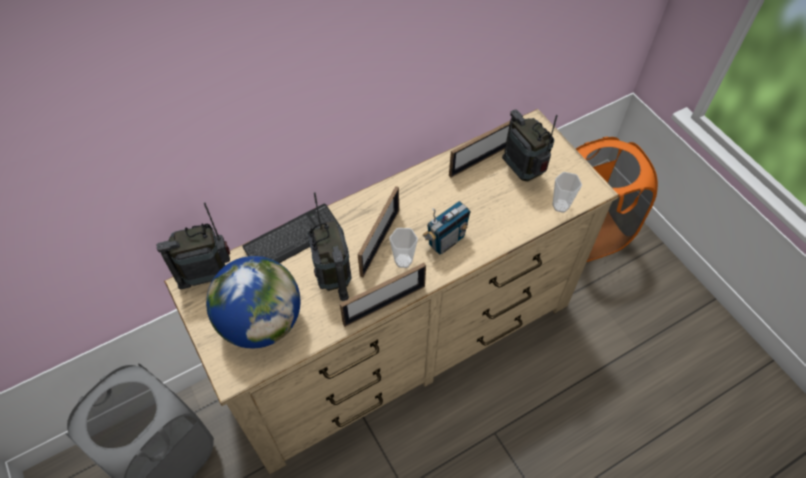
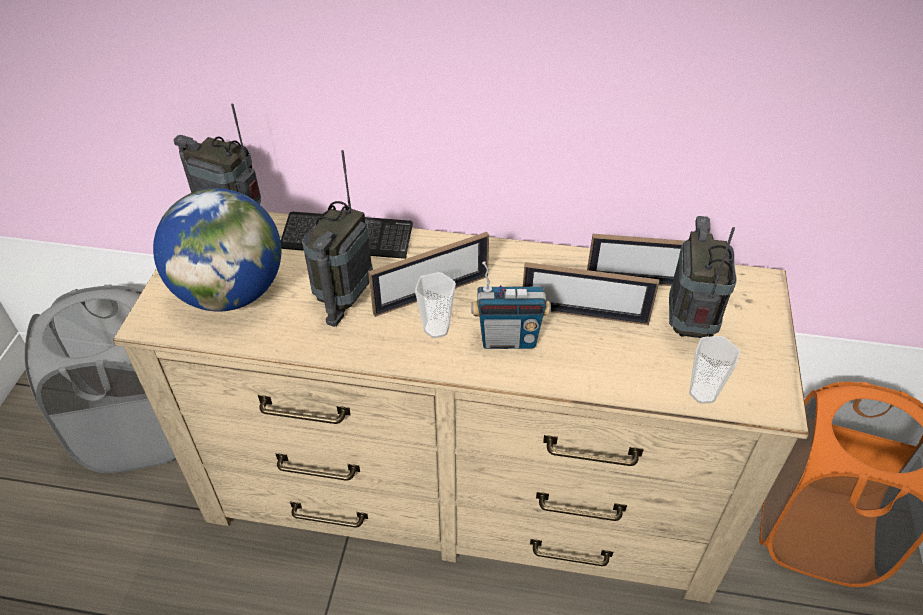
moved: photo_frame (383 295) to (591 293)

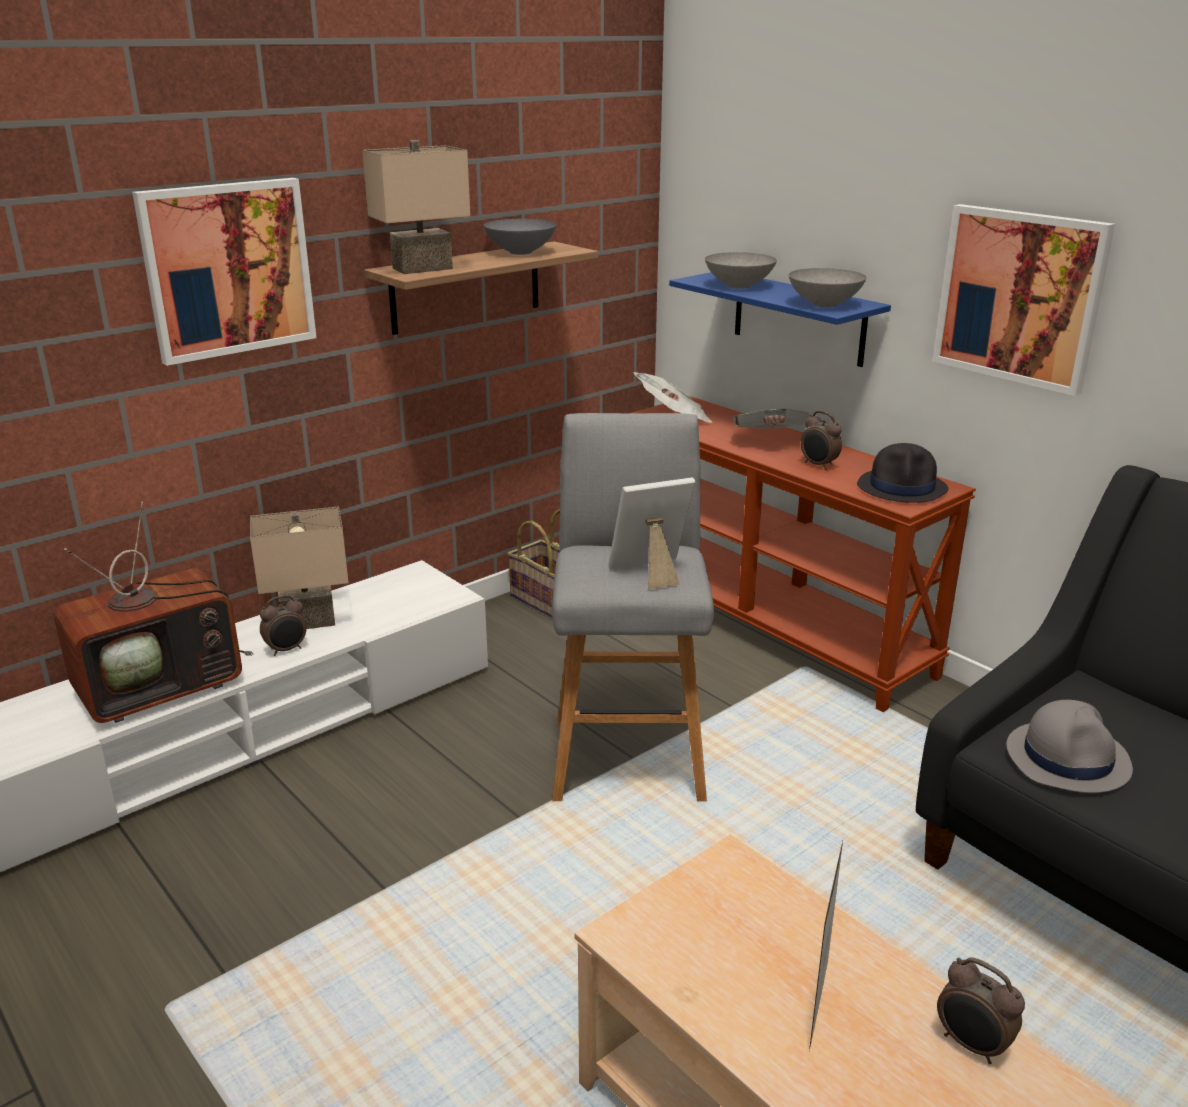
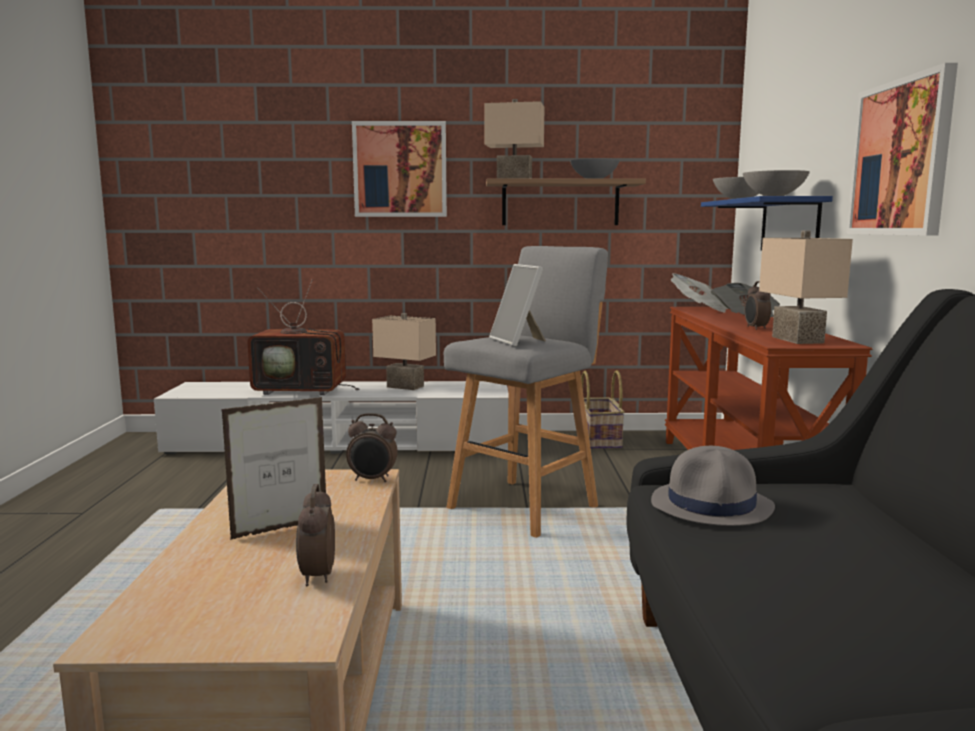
moved: table_clock (283 625) to (372 447)
replaced: black_hat (903 473) to beige_lamp_for_a_table (806 287)
turned: photo_frame (651 534) = (517 305) 135 degrees counterclockwise

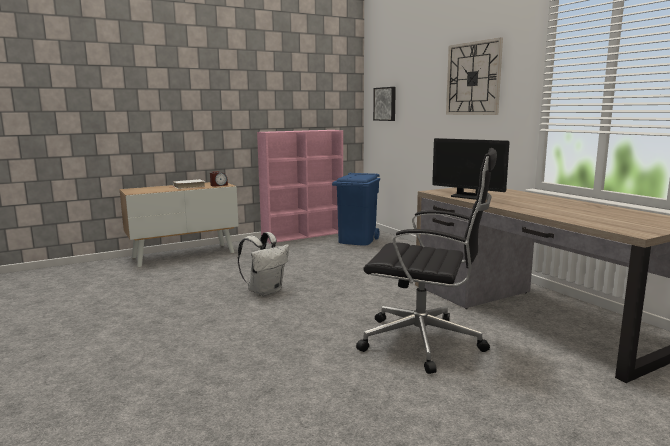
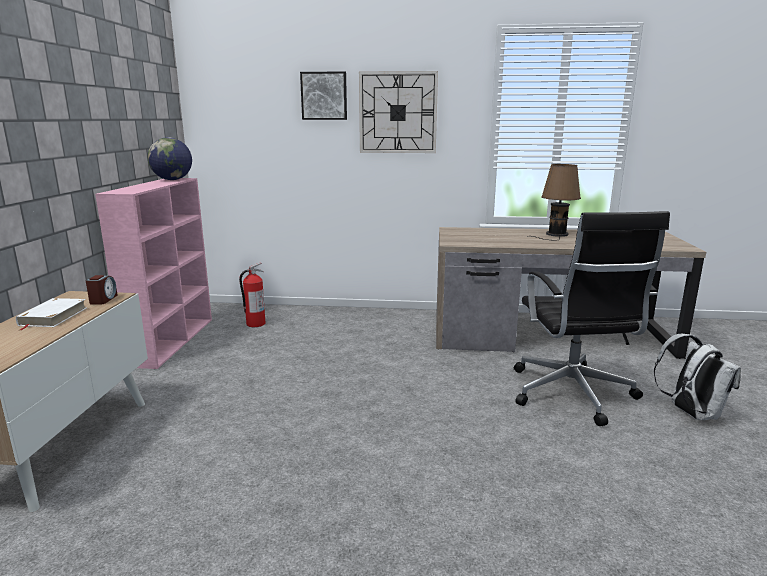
removed: computer_screen (471 169)
added: desk_globe (170 158); brown_lamp_for_a_table (554 202)
moved: wall_picture (384 104) to (323 95); whitish_rucksack (263 264) to (697 377)
replaced: blue_trash_can (356 209) to extinguisher (252 294)
turned: black_computer_chair (426 261) = (592 318) 120 degrees clockwise

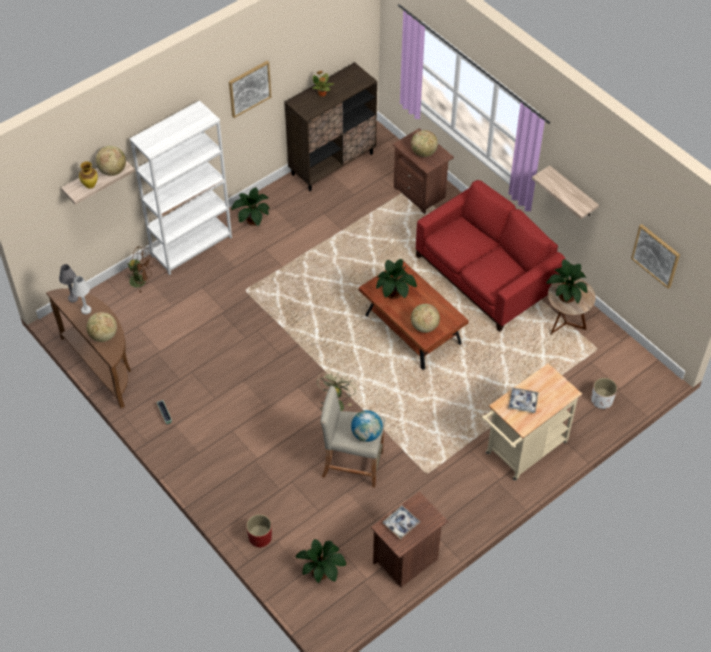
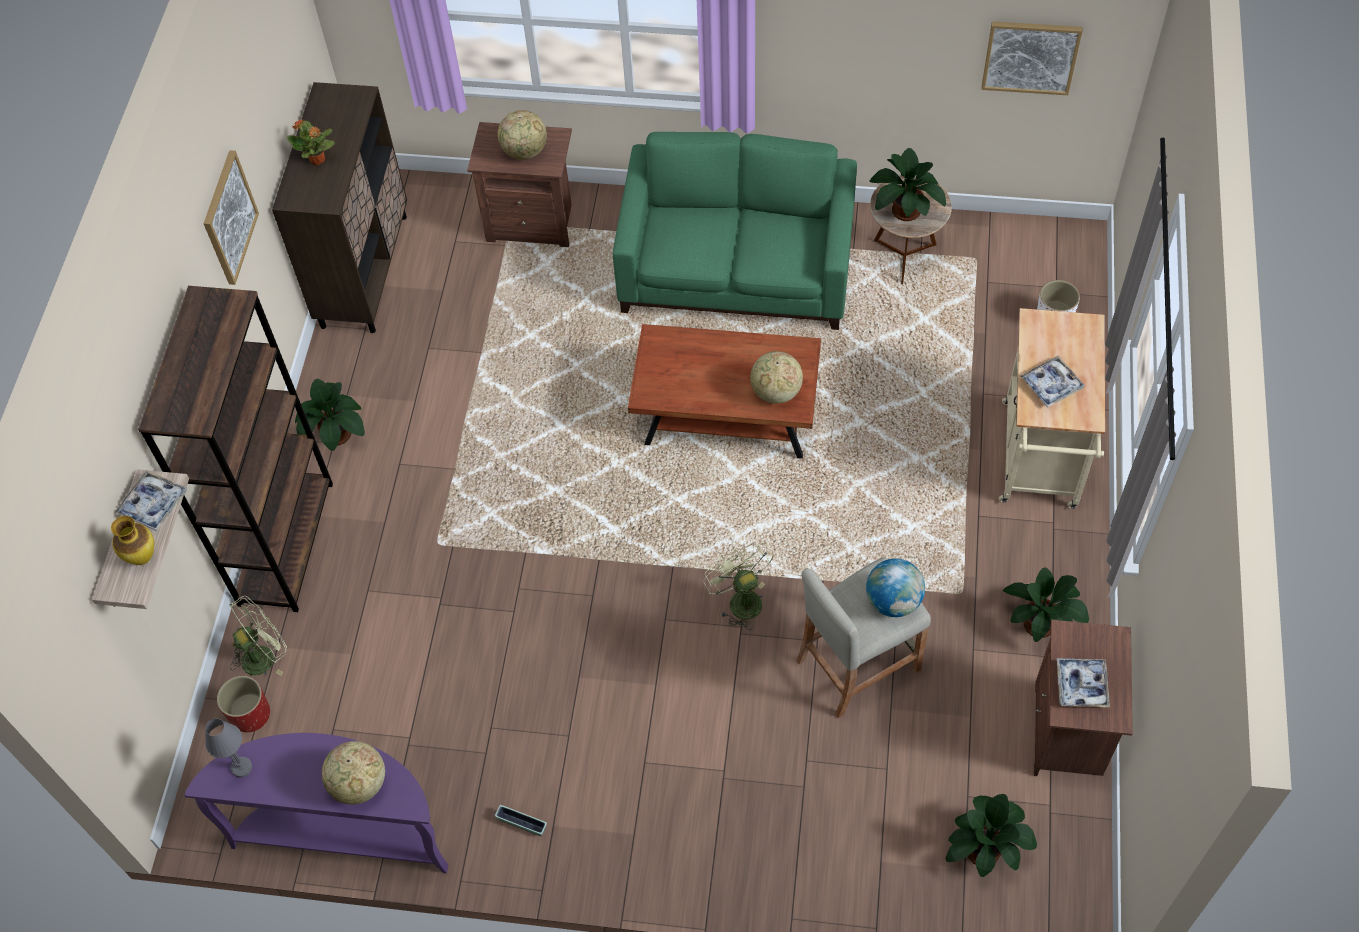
removed: whitish_lamp_for_a_table (81 295); wall_shelf (565 192)
moved: reddish_planter (259 531) to (243 704); houseplant (396 279) to (1046 604)
replaced: desk_globe (111 161) to carrying_tray (151 500)
recoloured: whitish_shelving_unit (181 187) to brown_shelving_unit (235 449); brown_console_table (88 348) to purplish_console_table (316 803); brown_cooling_fan (139 269) to green-coloured_cooling_fan (258 636); reddish_sofa (490 256) to green-coloured_sofa (735 231)

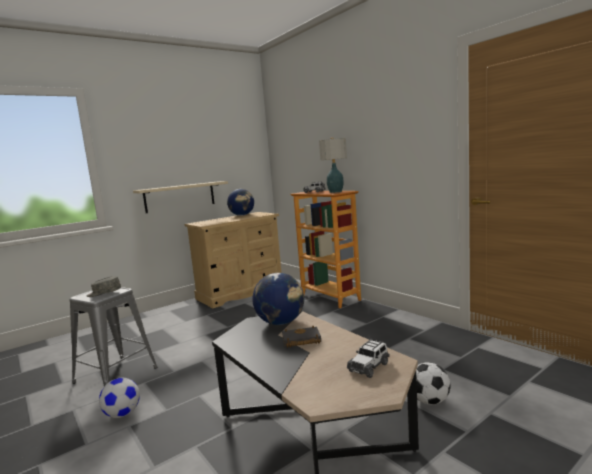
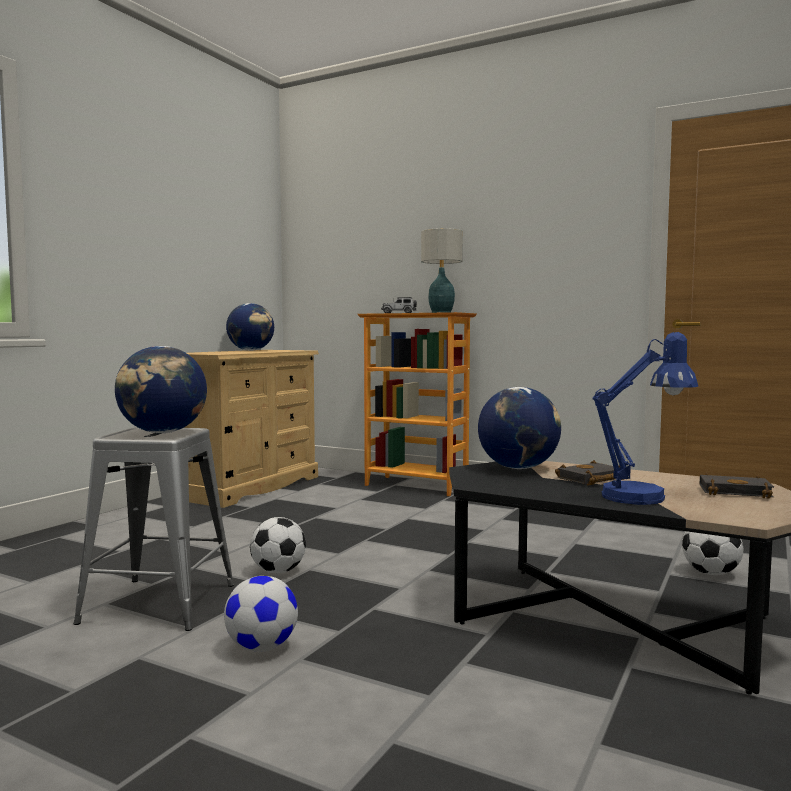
removed: beige_wall_shelf (180 197)
added: ball_for_football (278 545); blue_lamp_for_a_table (645 418)
replaced: grey_cap (104 286) to desk_globe (161 389); miniature_car (368 358) to black_volume (737 485)

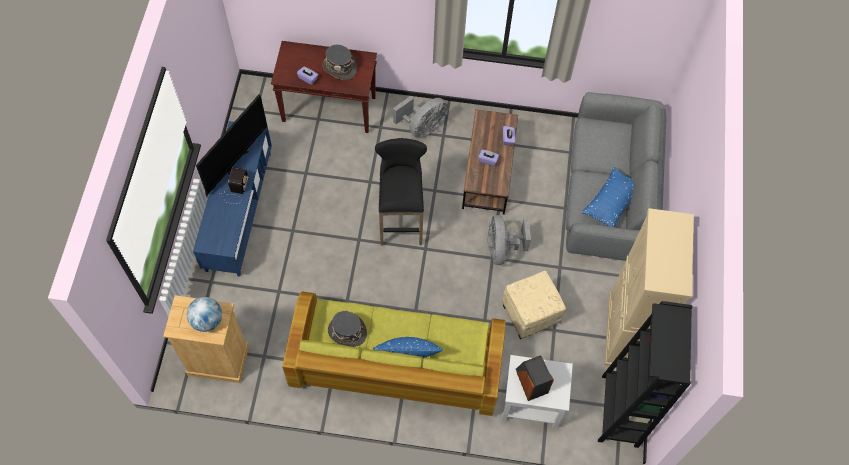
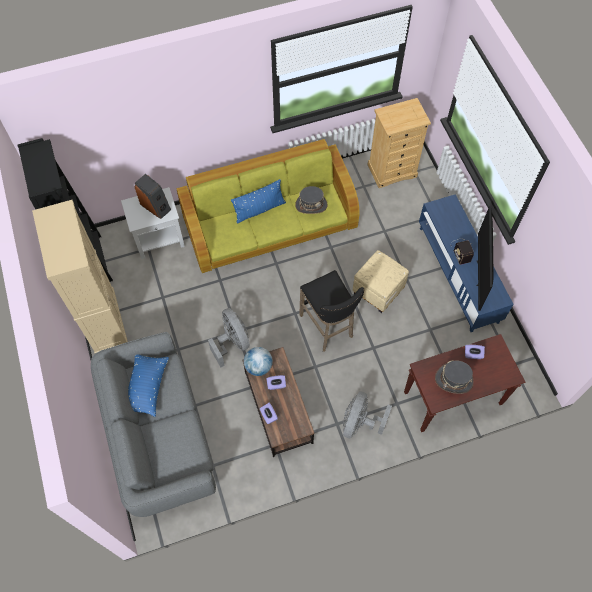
moved: desk_globe (204 314) to (258 361); beige_ottoman (534 305) to (381 281)

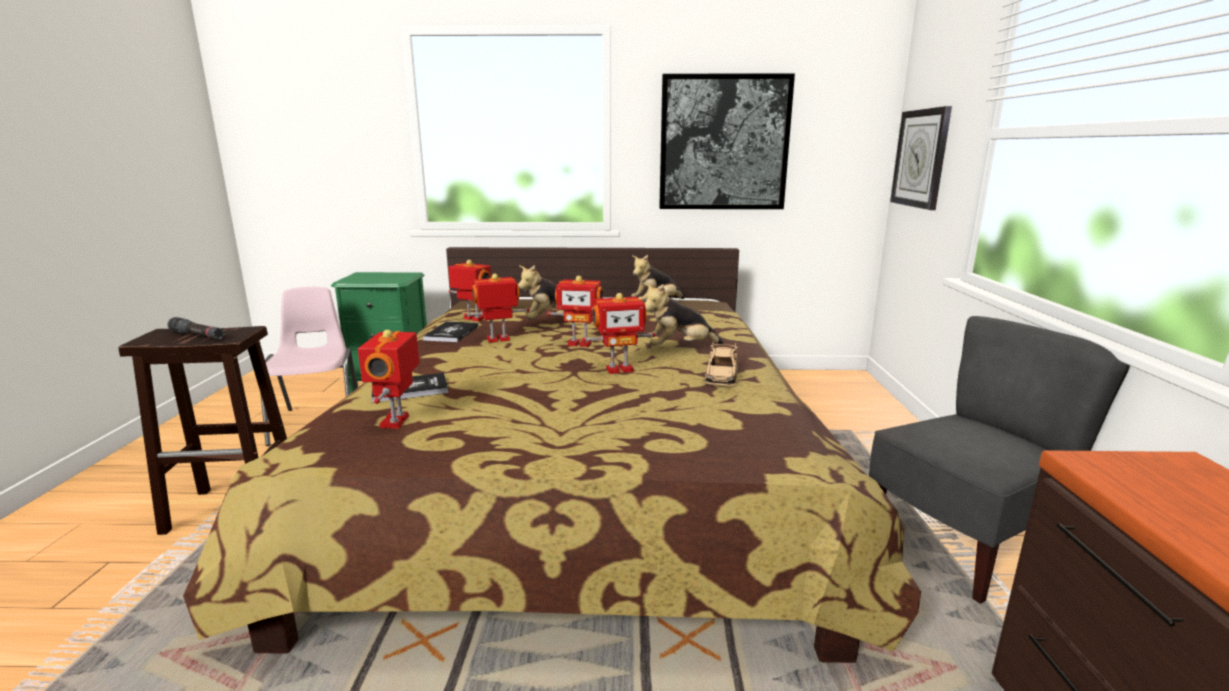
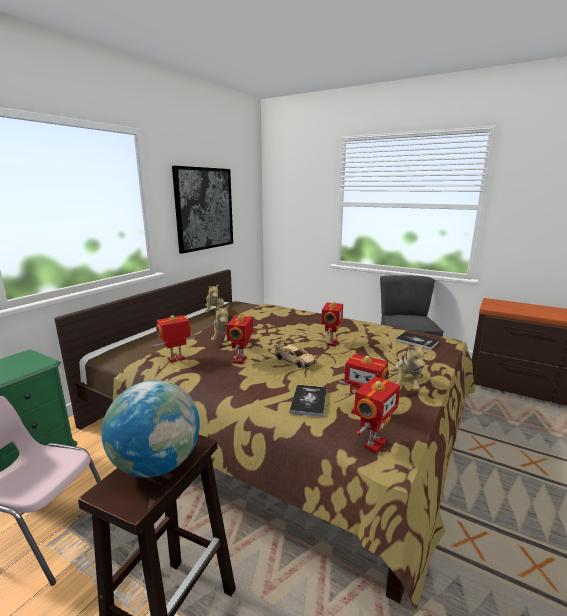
removed: hanging_clock (921 158)
moved: beige_miniature_car (720 363) to (295 354); toy_robot (575 311) to (377 415); cuddly_toy (683 314) to (408 367); volume (451 331) to (417 341)
replaced: black_hand_torch (196 328) to desk_globe (150 429)

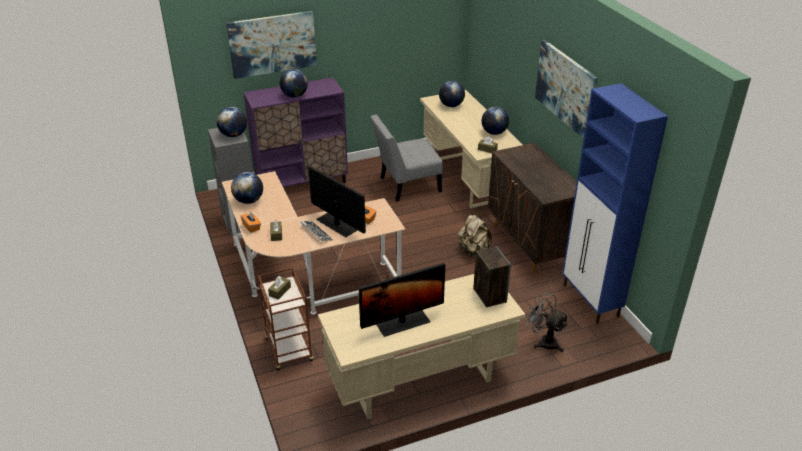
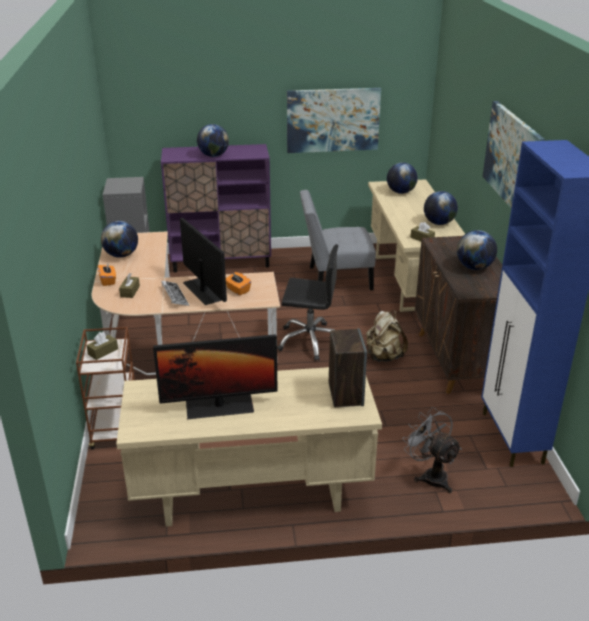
added: black_computer_chair (307 302)
moved: wall_picture (271 45) to (334 120); desk_globe (231 122) to (477 250)

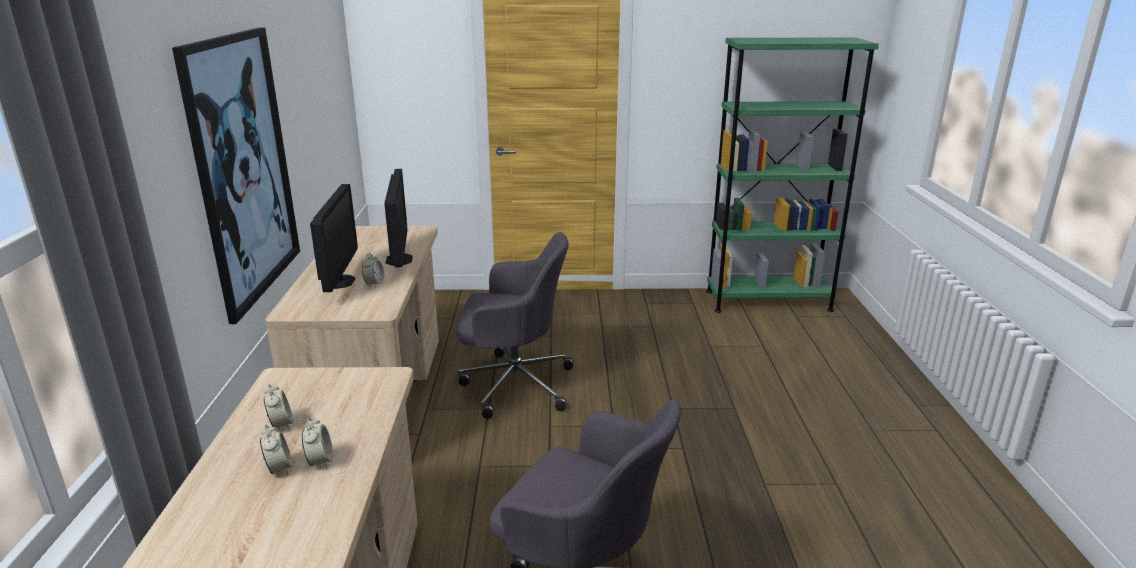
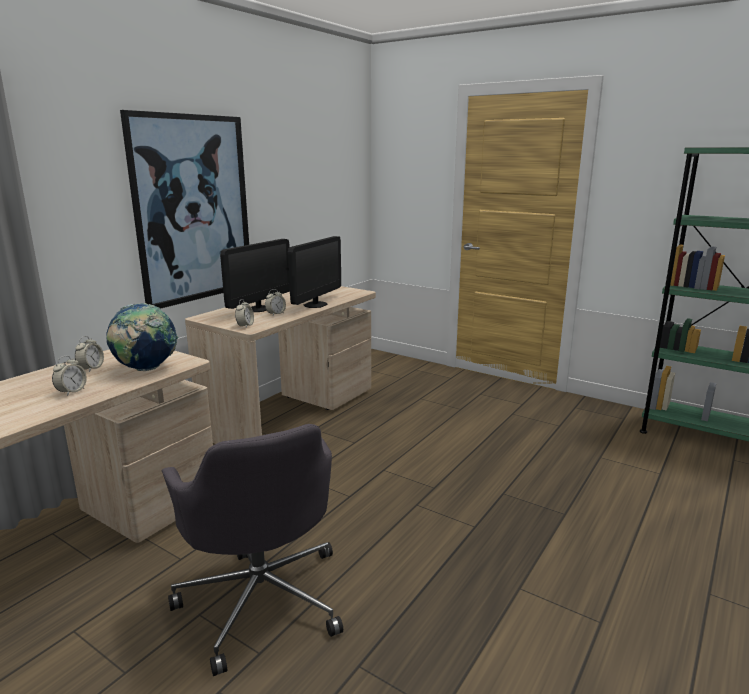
removed: grey_computer_chair (514 325)
added: desk_globe (142 337)
moved: table_clock (276 449) to (244 313)

